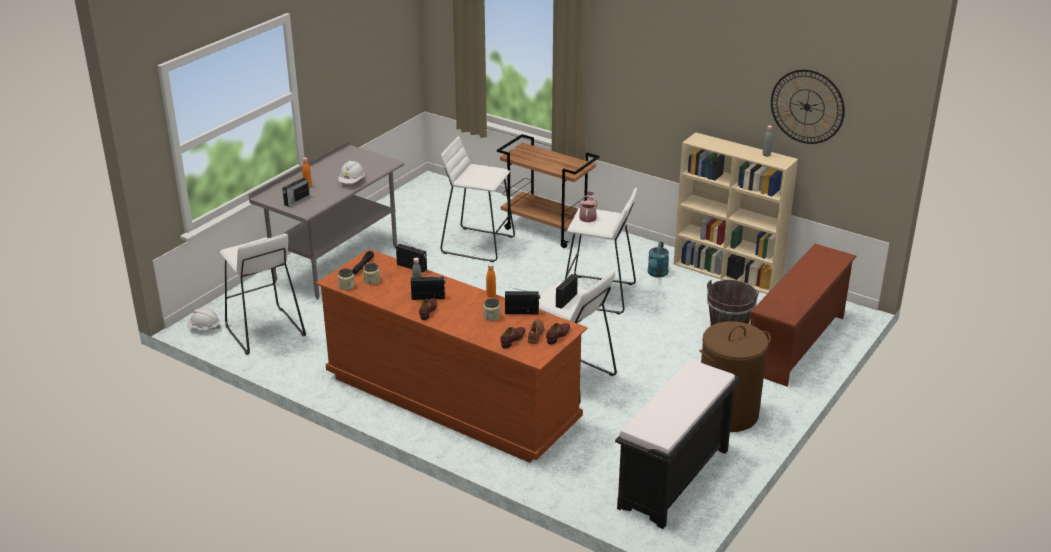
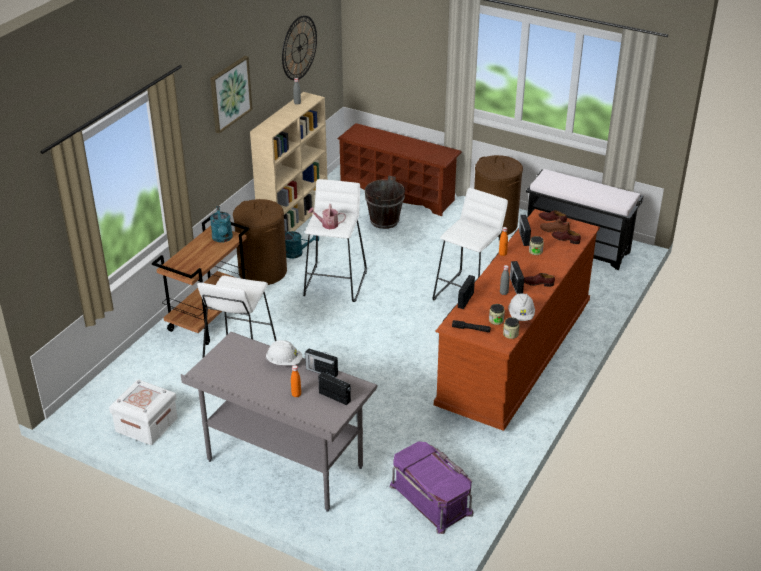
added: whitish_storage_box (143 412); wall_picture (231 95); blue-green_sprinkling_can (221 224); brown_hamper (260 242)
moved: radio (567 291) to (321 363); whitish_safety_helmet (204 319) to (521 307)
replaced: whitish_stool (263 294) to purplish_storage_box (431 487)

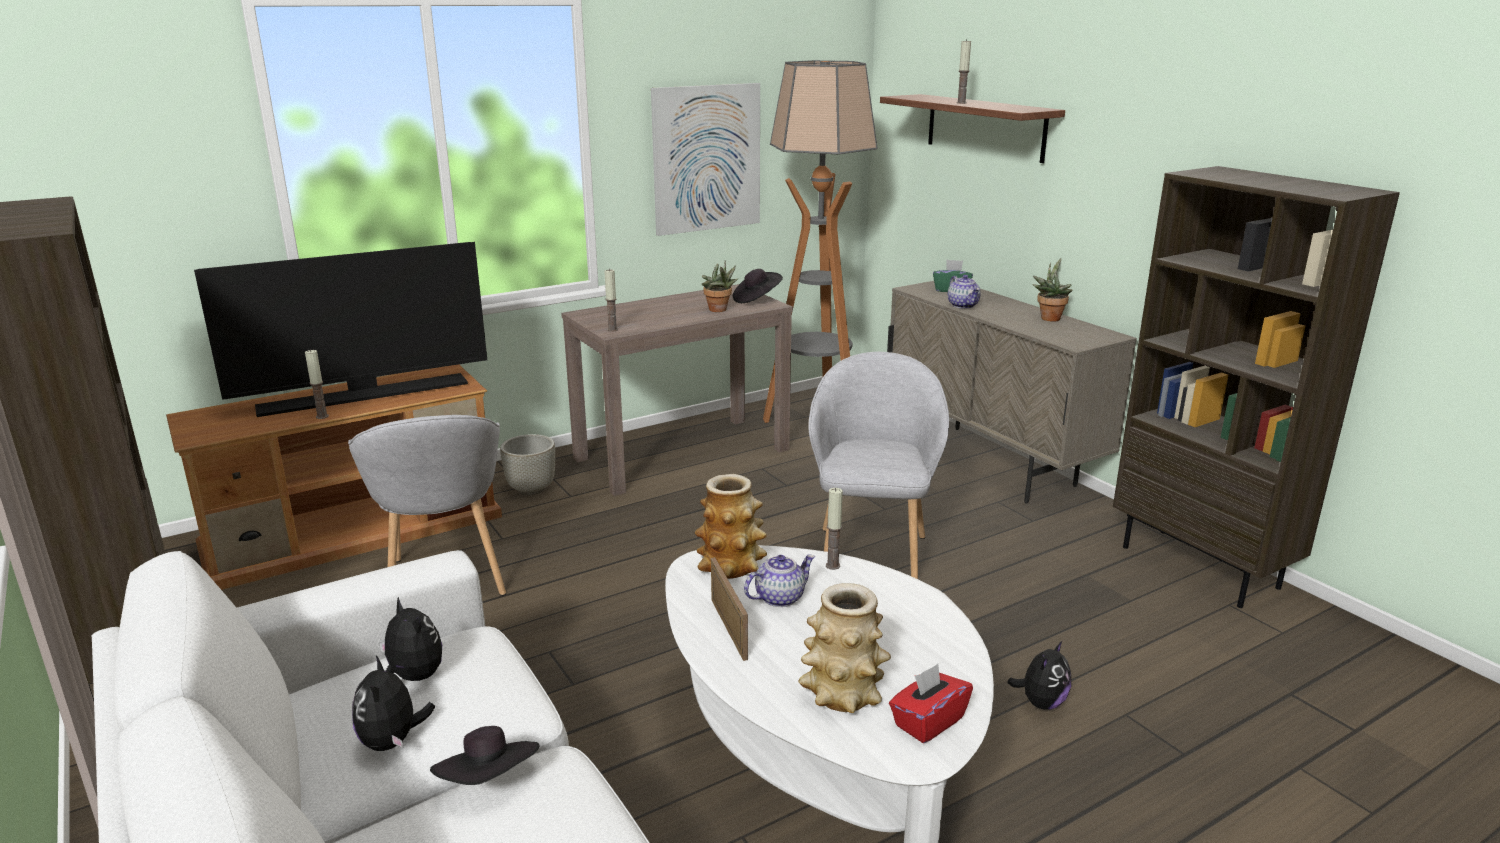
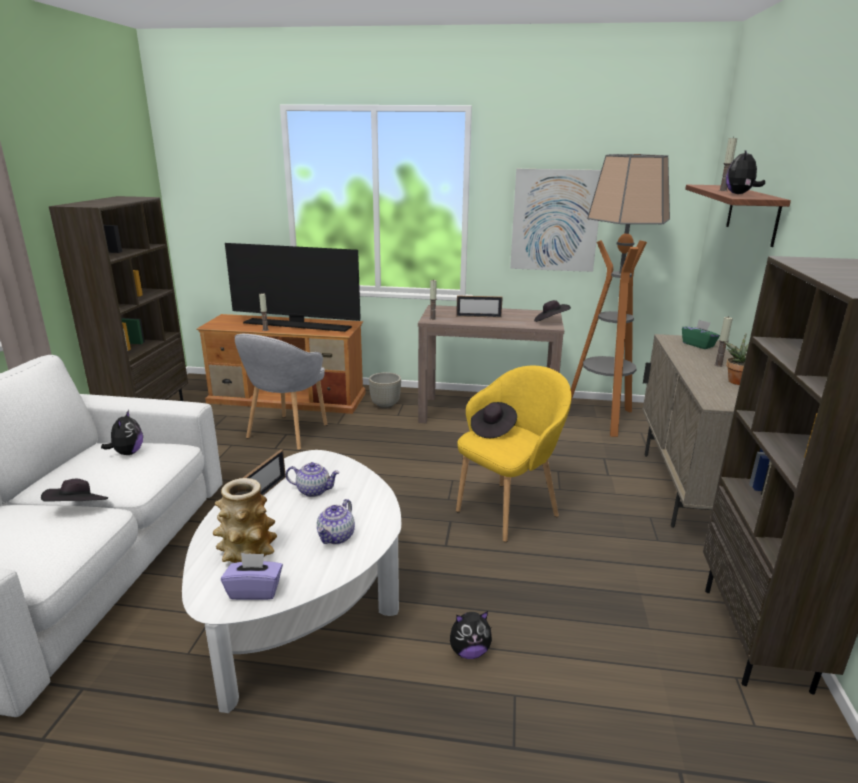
removed: vase (731 526); houseplant (720 286)
added: photo_frame (479 307); black_hat (494 420)
moved: teapot (964 292) to (336 521); wax_candle (834 529) to (723 341); cuddly_toy (393 703) to (745 172)
recoloured: reddish_tissue_box (931 703) to purplish_tissue_box (252 576); grey_lounge_chair (878 465) to yellow_lounge_chair (513 454)

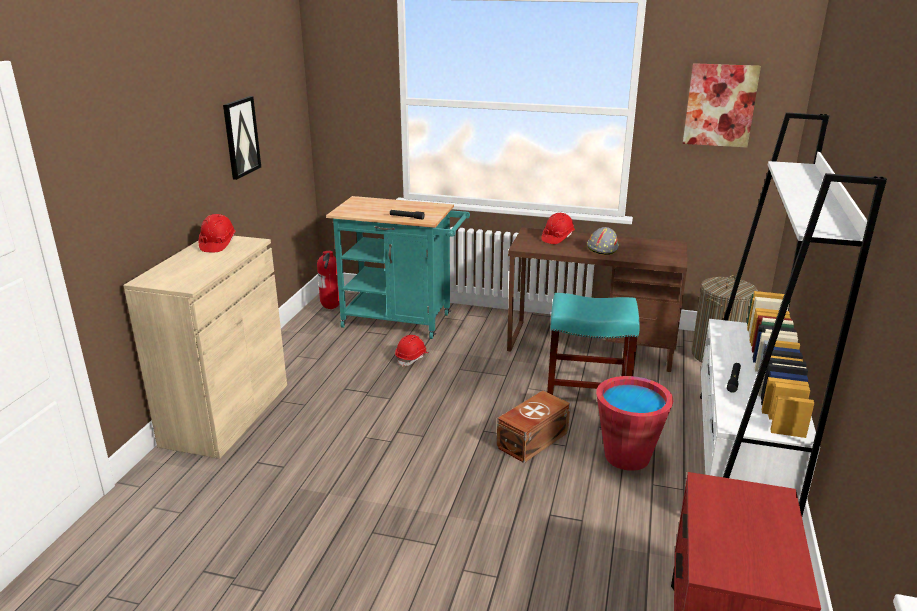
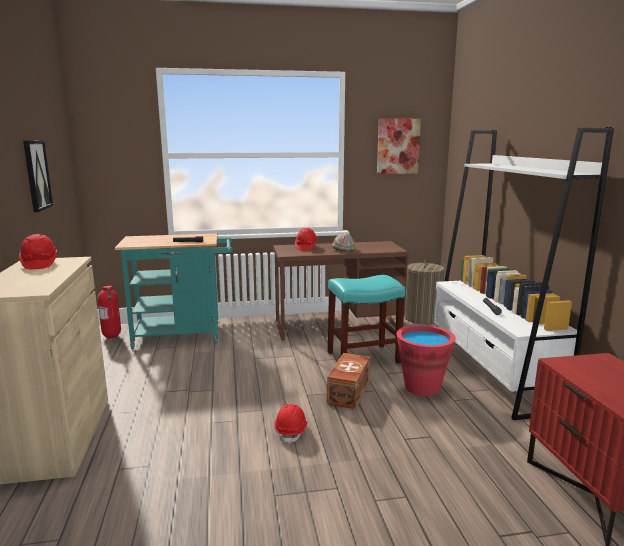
moved: reddish_safety_helmet (412 351) to (290 424)

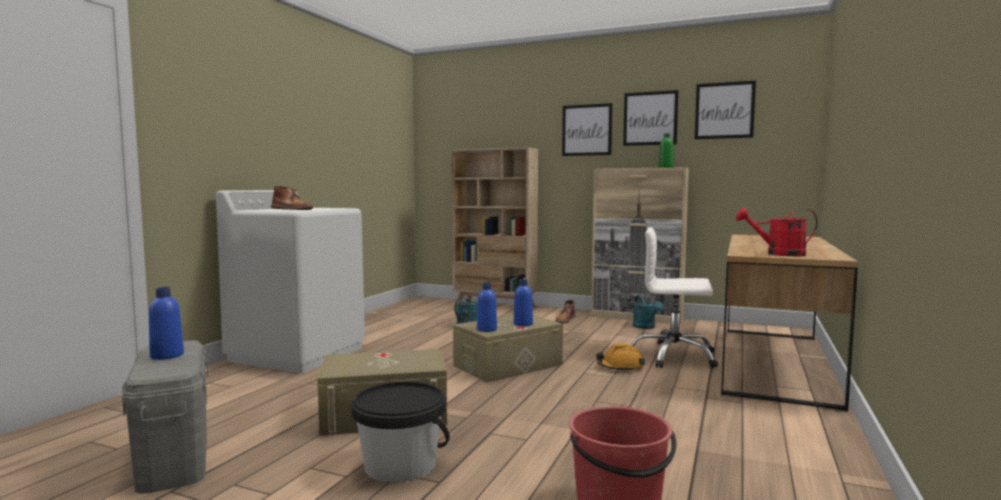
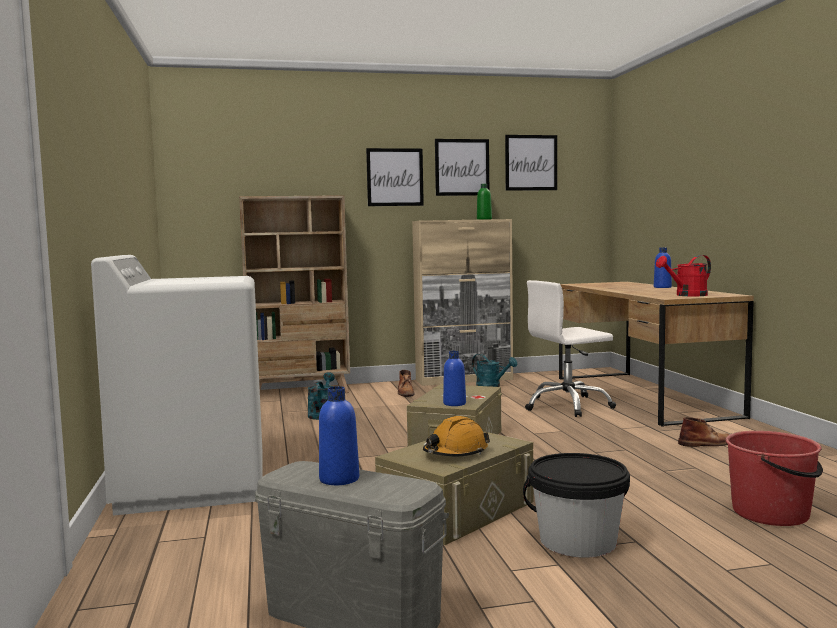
moved: orange_safety_helmet (620 358) to (456 436); blue_drink_bottle (523 302) to (663 267); brown_tall_boot (292 198) to (704 432)

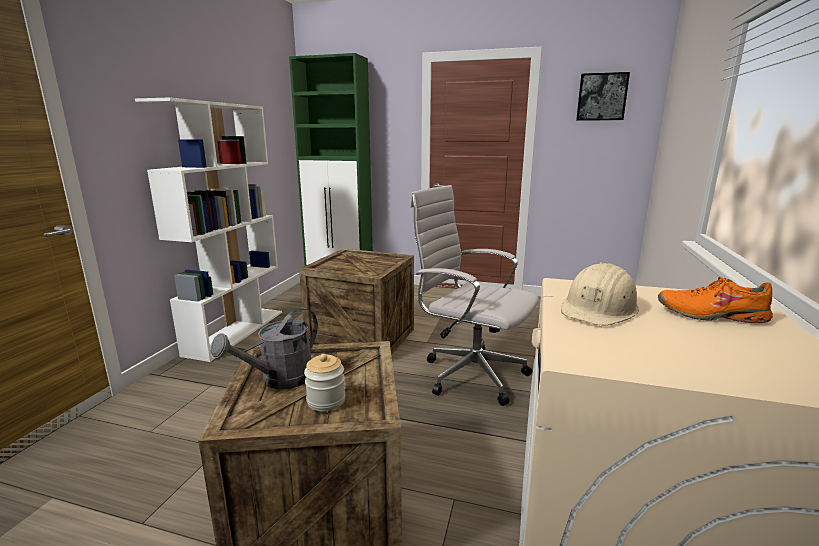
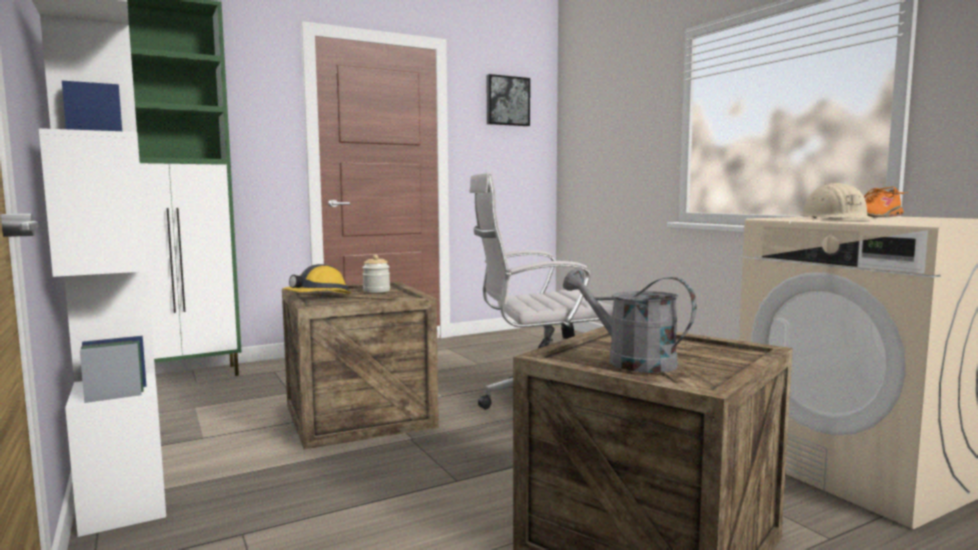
added: safety_helmet (317 279)
moved: storage_jar (324 382) to (376 274)
turned: grey_sprinkling_can (264 348) = (630 320) 135 degrees clockwise

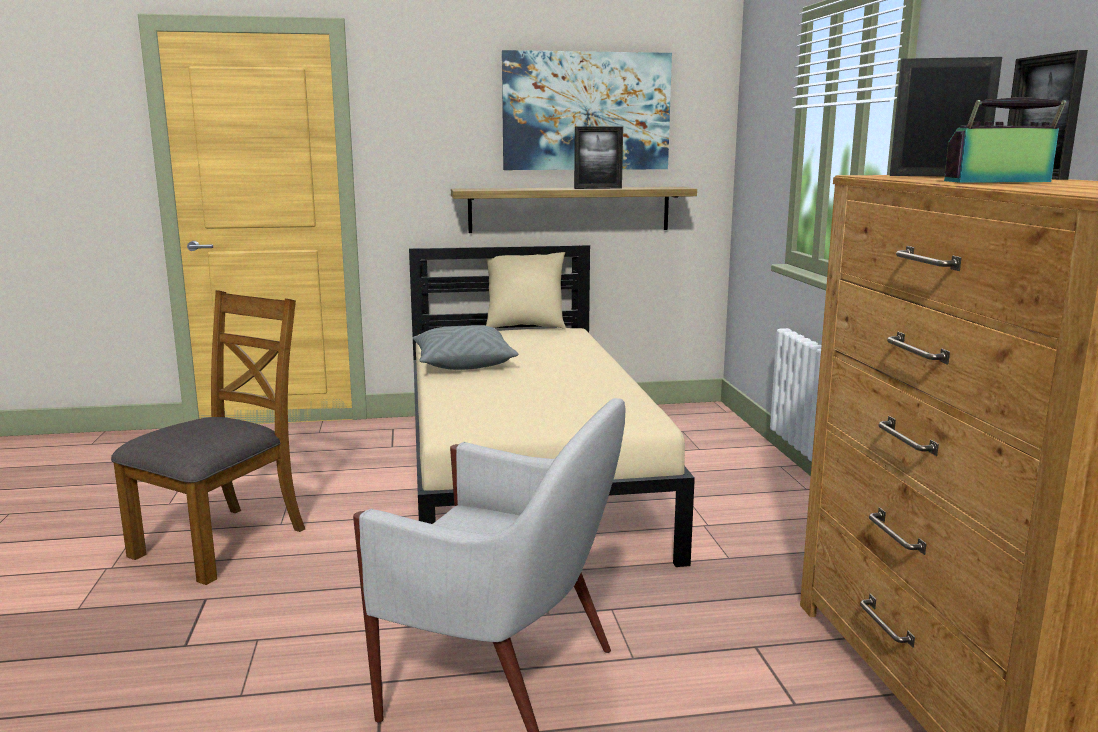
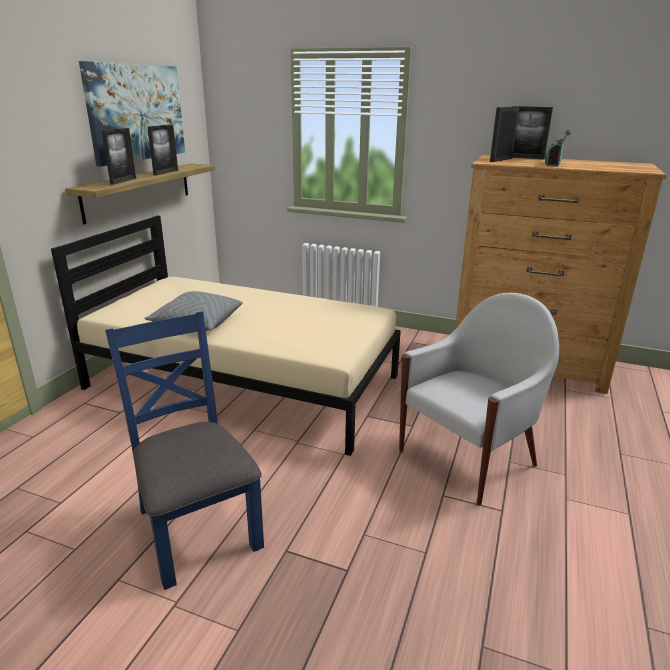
removed: beige_pillow (526 290)
added: photo_frame (119 156)
recoloured: brown_plain_chair (208 437) to blue_plain_chair (184 450)

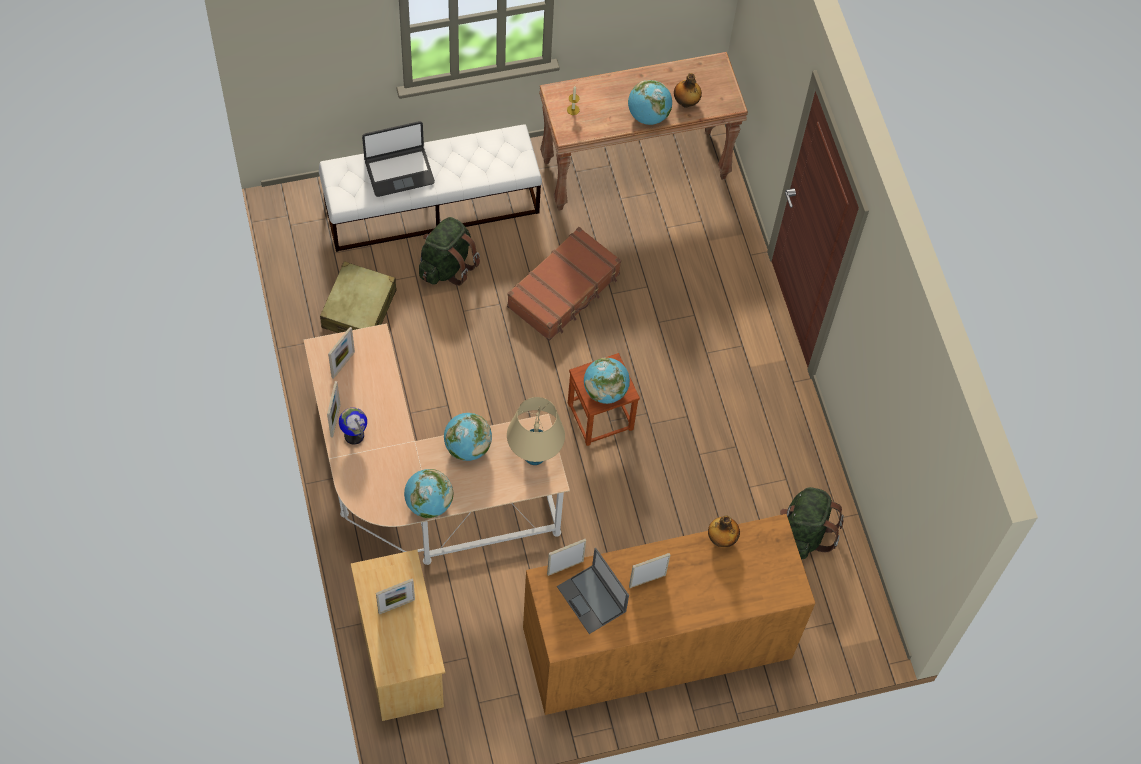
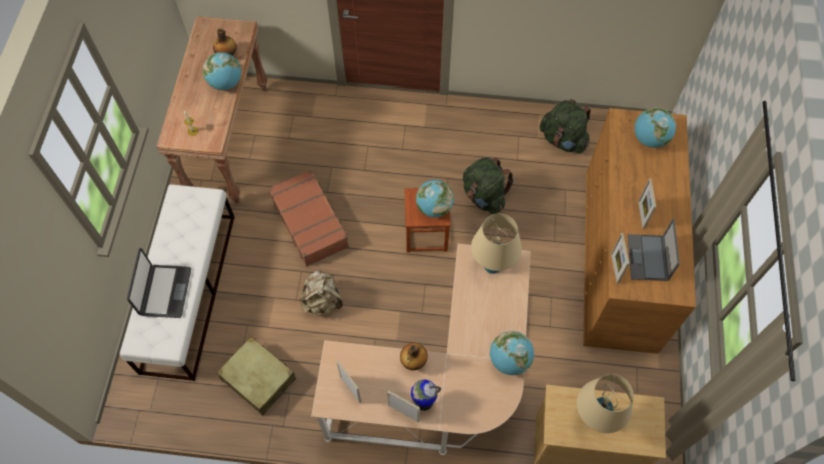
added: beige_rucksack (321 293)
moved: drink_bottle (724 531) to (414 356); green-coloured_rucksack (449 251) to (488 186); desk_globe (468 437) to (655 127)
replaced: photo_frame (395 596) to beige_lamp_for_a_table (605 403)
turned: notebook_computer (593 591) = (653 249) 105 degrees clockwise

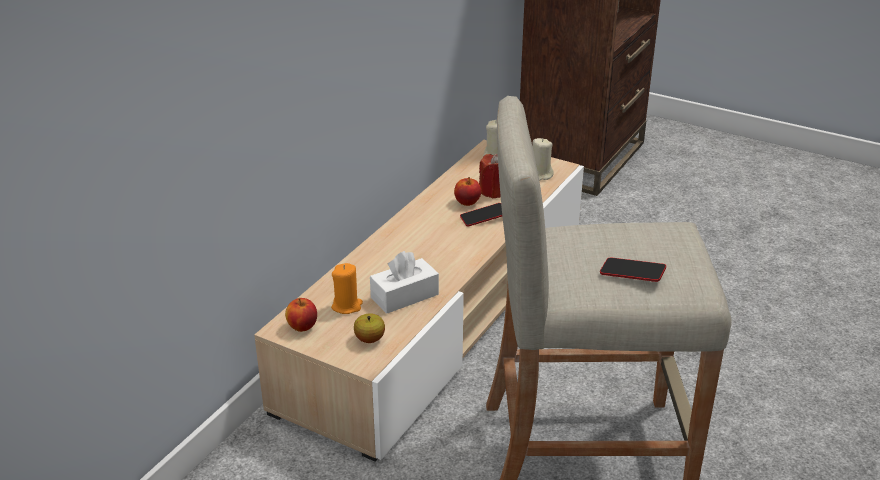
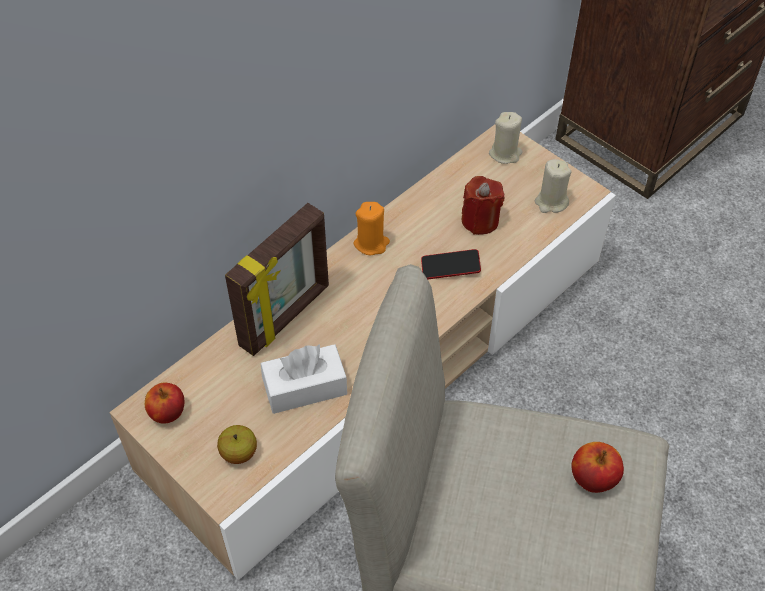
removed: telephone (633 269)
added: photo_frame (277 279)
moved: orange_wax_candle (347 288) to (371 228); whole_apple (467 191) to (598 467)

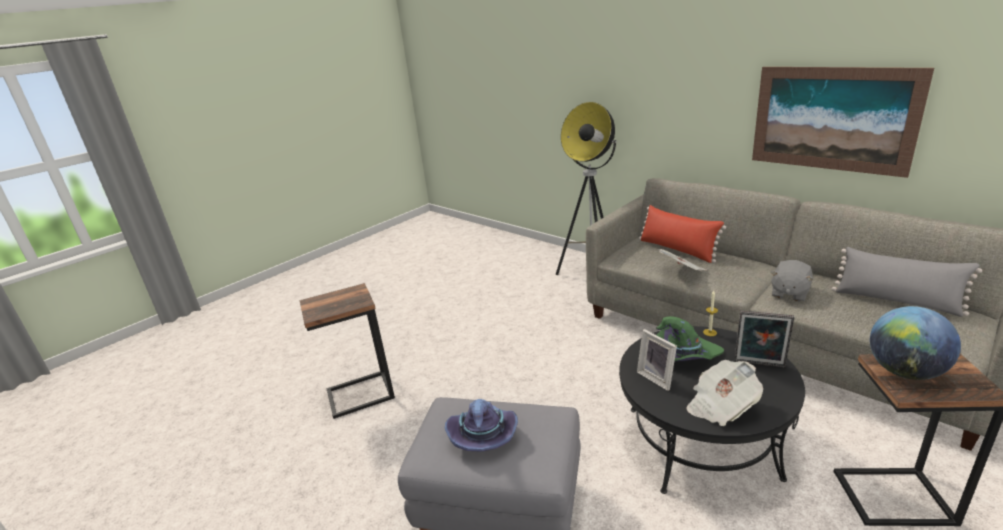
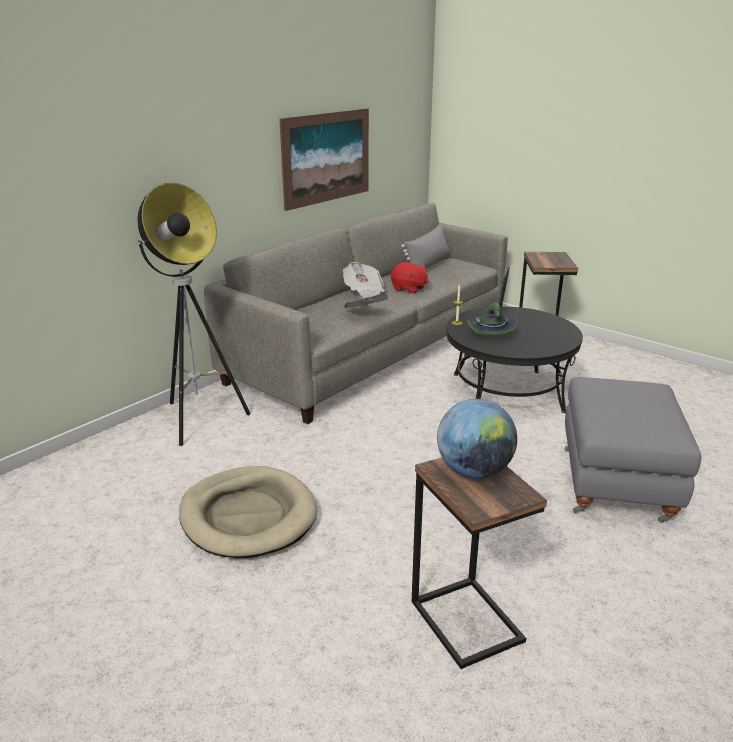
removed: purplish_hat (481 425); photo_frame (657 360); reddish_pillow (682 234)
added: beige_pet_bed (248 512)
moved: newspaper (724 393) to (364 280); desk_globe (915 343) to (477 438)
recoloured: grey_cuddly_toy (791 281) to reddish_cuddly_toy (410 277)

